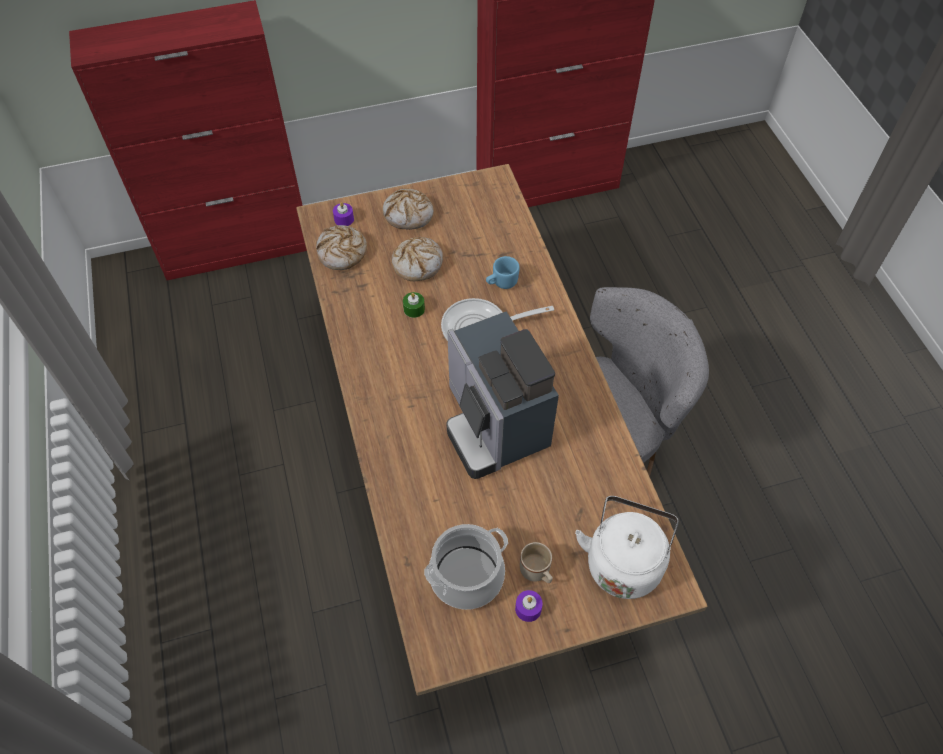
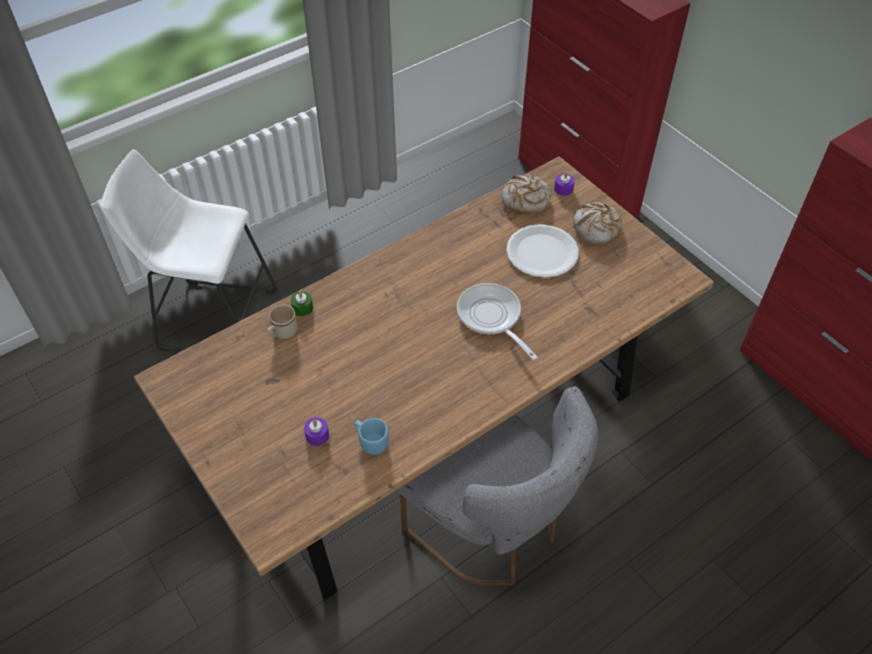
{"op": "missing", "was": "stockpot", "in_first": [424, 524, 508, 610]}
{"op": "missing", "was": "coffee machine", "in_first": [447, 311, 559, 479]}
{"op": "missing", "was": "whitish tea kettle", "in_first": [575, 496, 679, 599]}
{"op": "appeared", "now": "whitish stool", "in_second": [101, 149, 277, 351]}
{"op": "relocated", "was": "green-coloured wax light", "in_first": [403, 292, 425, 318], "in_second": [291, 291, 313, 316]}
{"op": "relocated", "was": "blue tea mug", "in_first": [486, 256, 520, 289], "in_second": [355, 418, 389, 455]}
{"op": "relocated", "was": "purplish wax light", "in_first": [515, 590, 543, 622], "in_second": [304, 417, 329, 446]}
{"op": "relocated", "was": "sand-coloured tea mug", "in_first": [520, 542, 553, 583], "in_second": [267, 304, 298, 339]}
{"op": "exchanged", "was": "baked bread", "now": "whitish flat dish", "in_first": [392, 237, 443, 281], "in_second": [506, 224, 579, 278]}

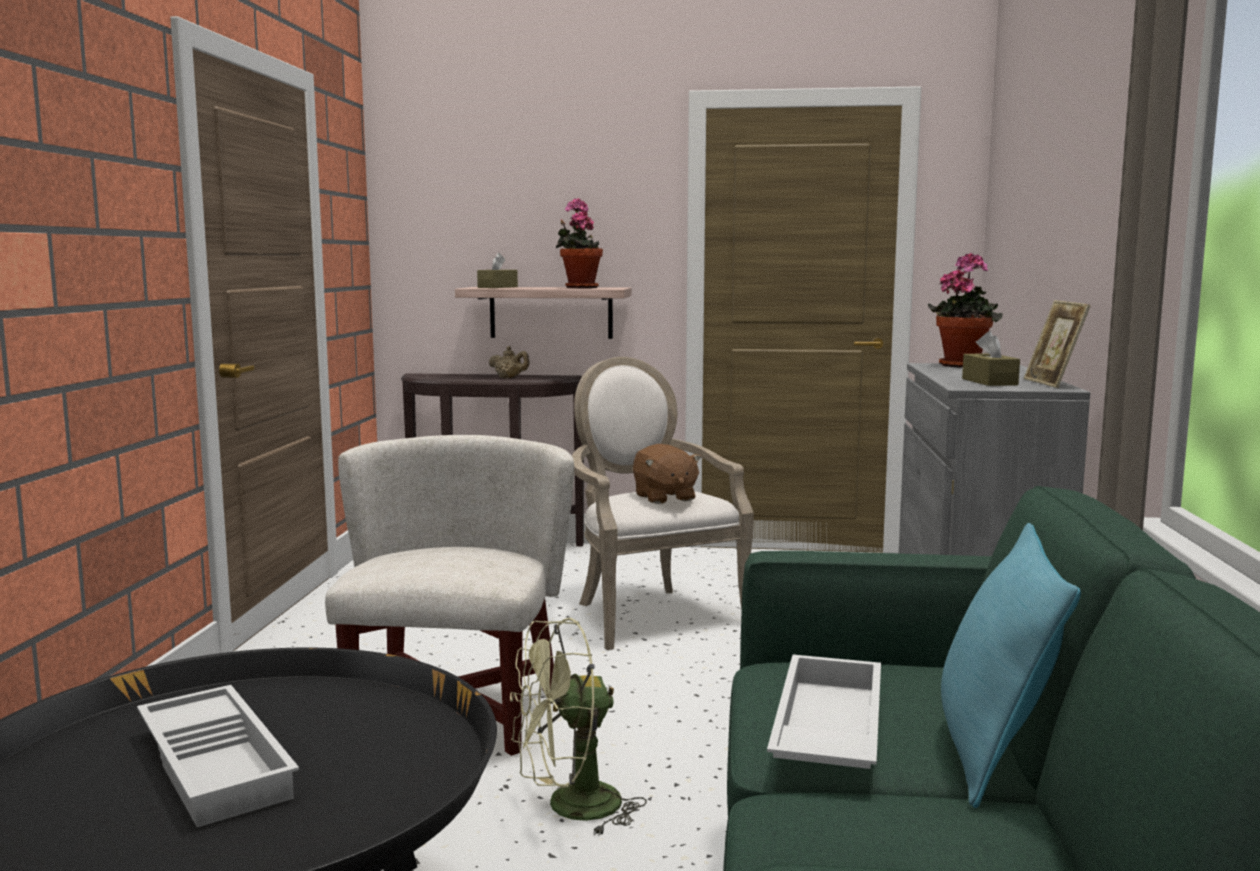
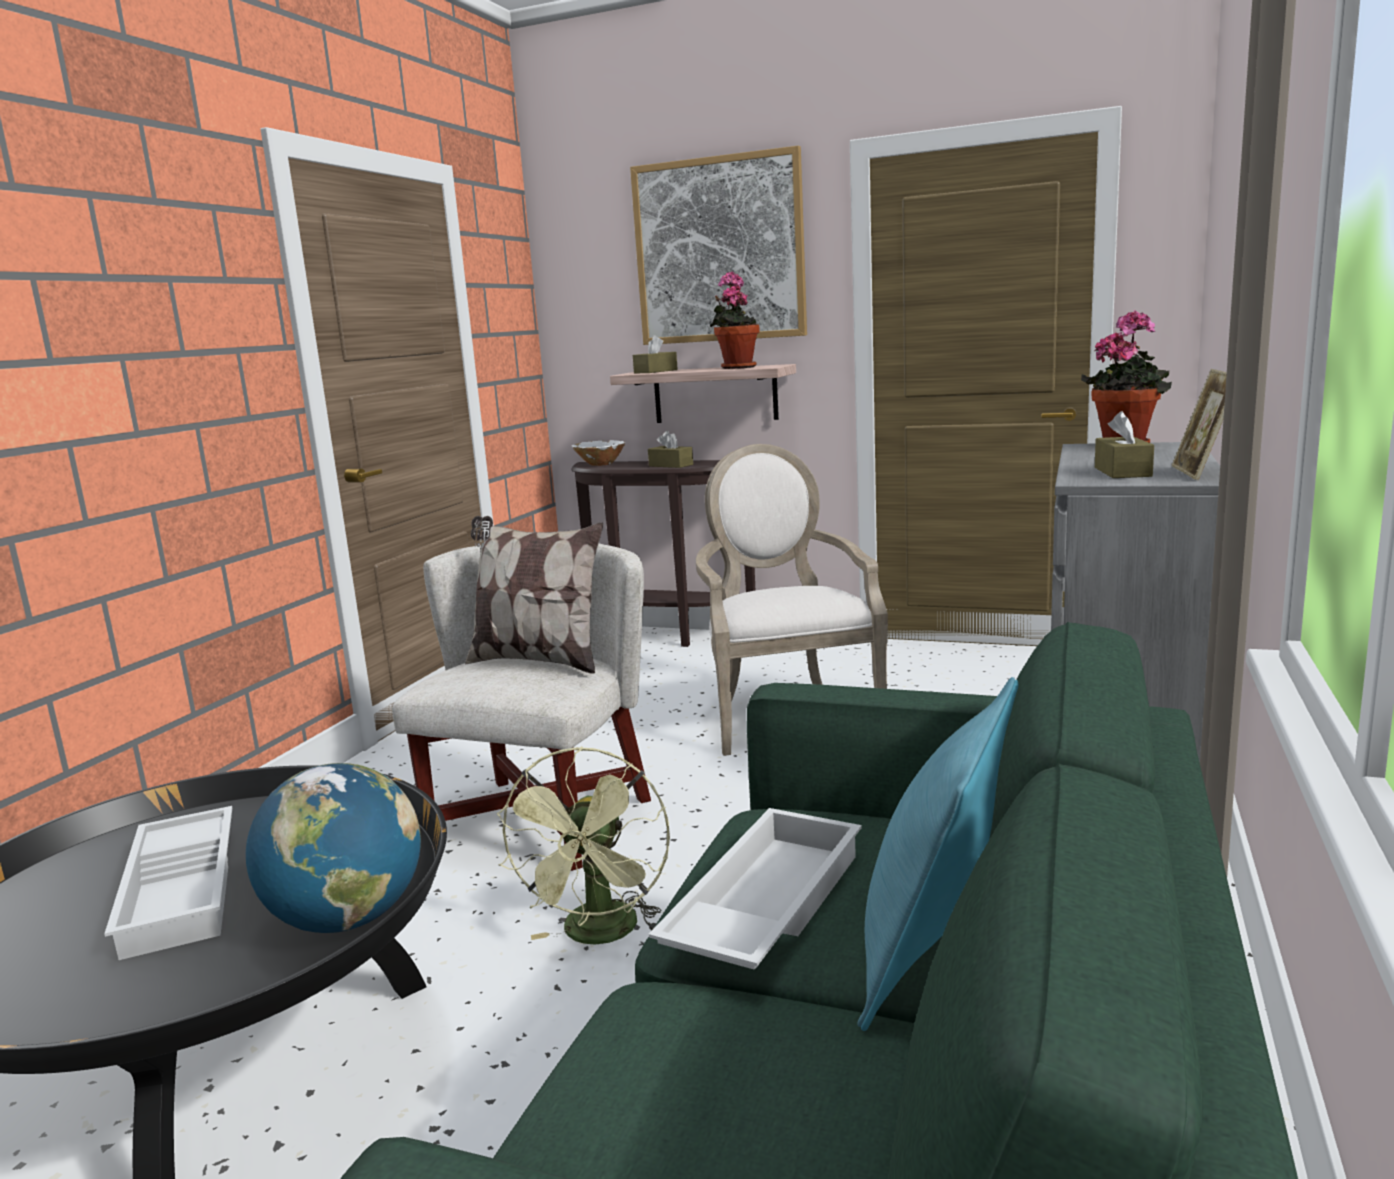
{"op": "missing", "was": "brown-coloured plush toy", "in_first": [633, 444, 702, 504]}
{"op": "appeared", "now": "globe", "in_second": [246, 763, 421, 933]}
{"op": "appeared", "now": "cushion", "in_second": [465, 516, 603, 674]}
{"op": "appeared", "now": "whitish bowl", "in_second": [572, 440, 625, 466]}
{"op": "appeared", "now": "wall picture", "in_second": [630, 146, 807, 345]}
{"op": "exchanged", "was": "sand-coloured teapot", "now": "brown-coloured box of tissues", "in_first": [489, 346, 530, 378], "in_second": [648, 431, 693, 468]}
{"op": "spun", "was": "green-coloured electric fan", "in_first": [510, 618, 647, 837], "in_second": [497, 746, 670, 945], "clockwise": -75}

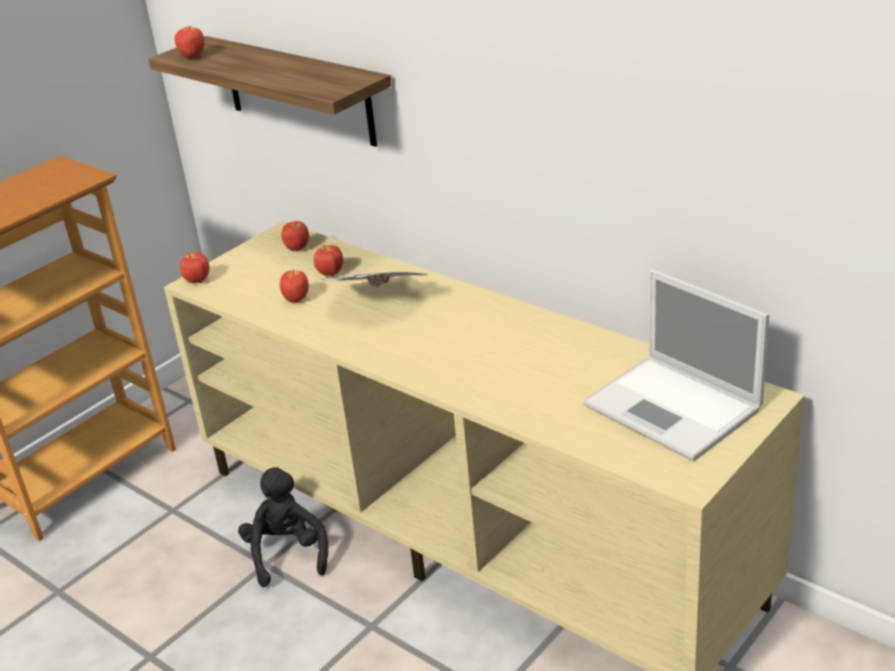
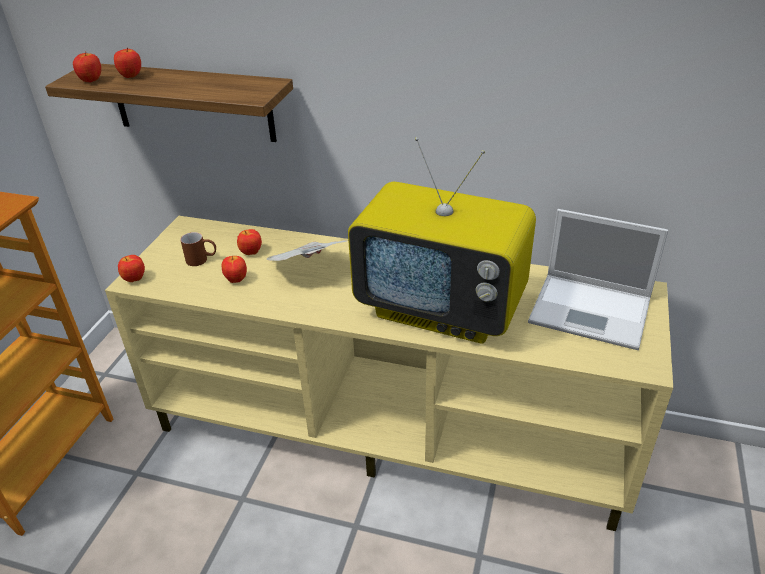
{"op": "missing", "was": "blackish plush toy", "in_first": [238, 467, 328, 587]}
{"op": "appeared", "now": "brown-coloured tea mug", "in_second": [180, 232, 216, 266]}
{"op": "appeared", "now": "TV", "in_second": [348, 137, 536, 344]}
{"op": "relocated", "was": "apple fruit", "in_first": [282, 221, 309, 251], "in_second": [114, 48, 141, 78]}

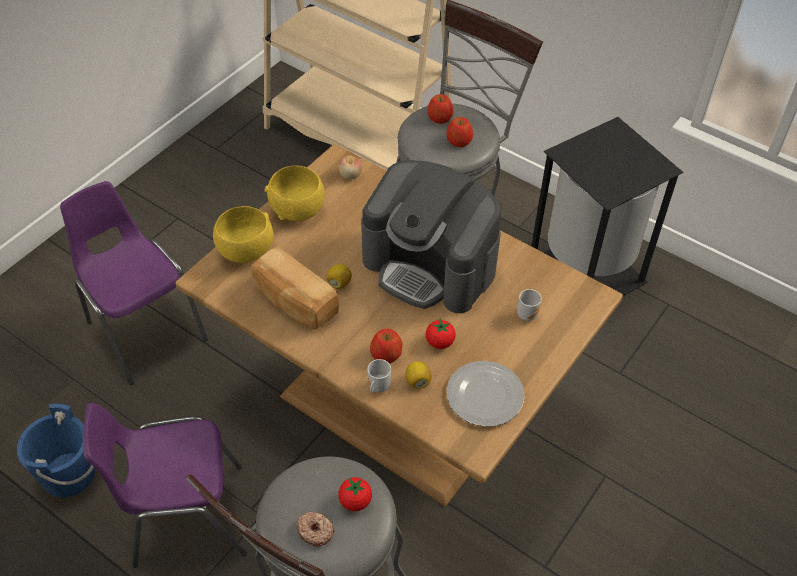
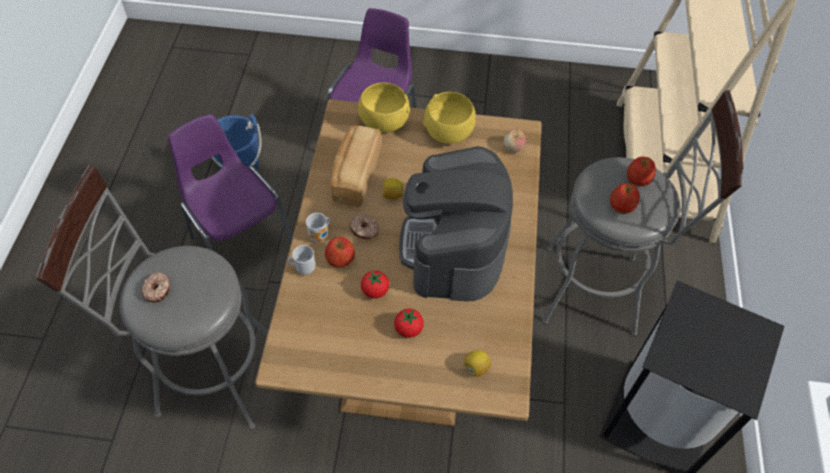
{"op": "missing", "was": "flat dish", "in_first": [446, 361, 525, 427]}
{"op": "appeared", "now": "ring doughnut", "in_second": [349, 214, 379, 239]}
{"op": "relocated", "was": "whole tomato", "in_first": [339, 477, 372, 511], "in_second": [394, 308, 424, 338]}
{"op": "relocated", "was": "whole lemon", "in_first": [405, 361, 432, 389], "in_second": [464, 350, 491, 377]}
{"op": "relocated", "was": "tea mug", "in_first": [517, 289, 542, 321], "in_second": [306, 213, 330, 242]}

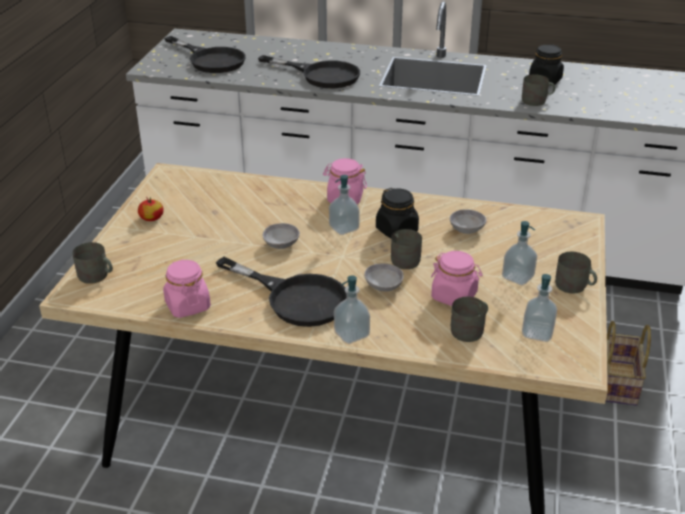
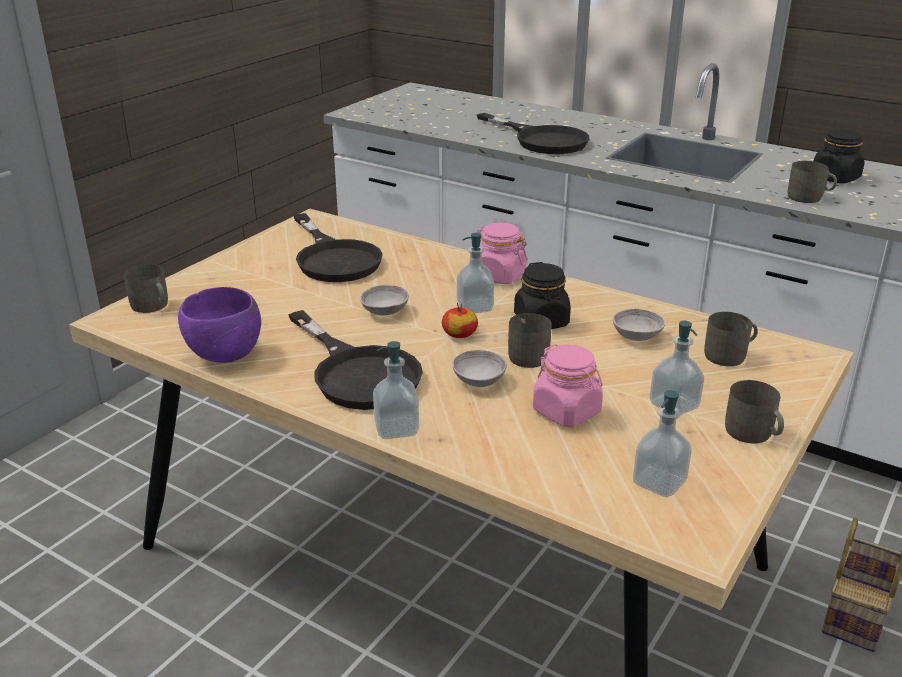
{"op": "relocated", "was": "apple fruit", "in_first": [138, 197, 164, 221], "in_second": [442, 303, 478, 338]}
{"op": "relocated", "was": "blackish frying pan", "in_first": [164, 36, 246, 73], "in_second": [293, 213, 383, 282]}
{"op": "relocated", "was": "grey tea mug", "in_first": [451, 297, 488, 342], "in_second": [704, 312, 758, 366]}
{"op": "exchanged", "was": "pink jar", "now": "purplish bowl", "in_first": [163, 259, 211, 318], "in_second": [178, 287, 261, 363]}

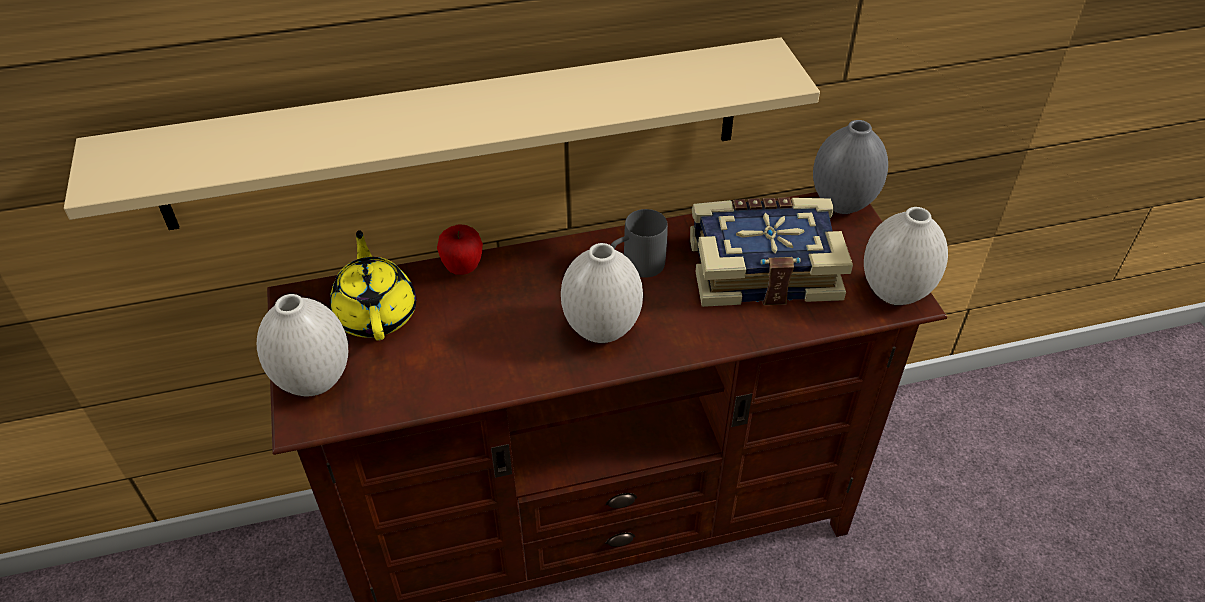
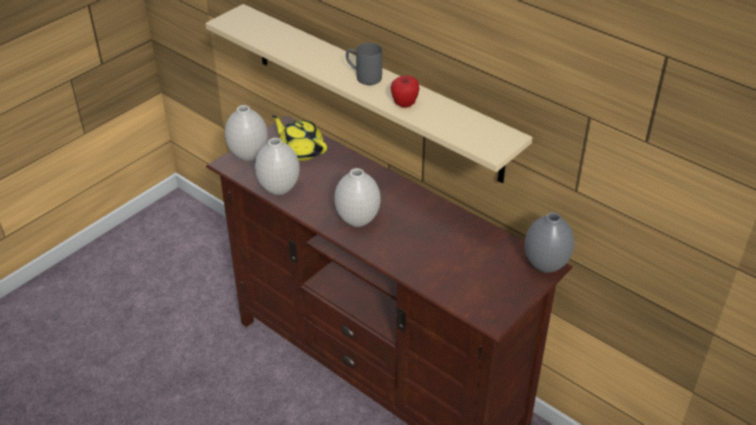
{"op": "missing", "was": "volume", "in_first": [690, 198, 853, 307]}
{"op": "relocated", "was": "apple fruit", "in_first": [437, 224, 483, 275], "in_second": [390, 75, 420, 108]}
{"op": "relocated", "was": "grey tea mug", "in_first": [611, 209, 668, 278], "in_second": [346, 43, 382, 85]}
{"op": "relocated", "was": "whitish decorative vase", "in_first": [864, 207, 948, 305], "in_second": [255, 138, 300, 195]}
{"op": "spun", "was": "yellow teapot", "in_first": [330, 230, 416, 341], "in_second": [272, 115, 327, 161], "clockwise": -90}

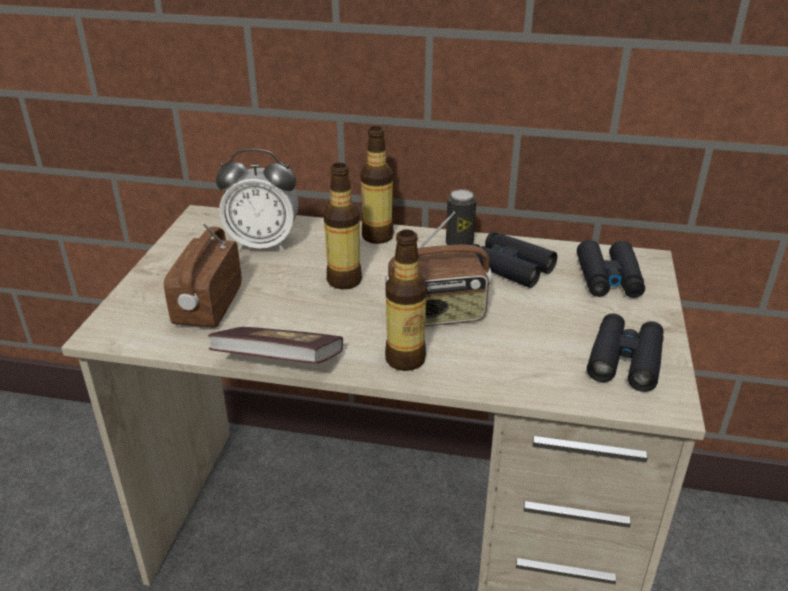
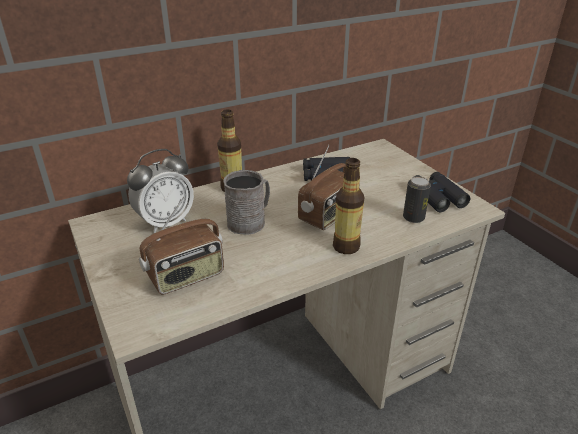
{"op": "missing", "was": "volume", "in_first": [208, 327, 343, 364]}
{"op": "missing", "was": "blackish binoculars", "in_first": [577, 240, 645, 298]}
{"op": "relocated", "was": "metal can", "in_first": [446, 189, 477, 245], "in_second": [403, 176, 431, 223]}
{"op": "exchanged", "was": "drink bottle", "now": "grey tea mug", "in_first": [324, 163, 362, 289], "in_second": [223, 170, 270, 235]}
{"op": "spun", "was": "radio set", "in_first": [164, 222, 242, 328], "in_second": [139, 196, 224, 295], "clockwise": -90}

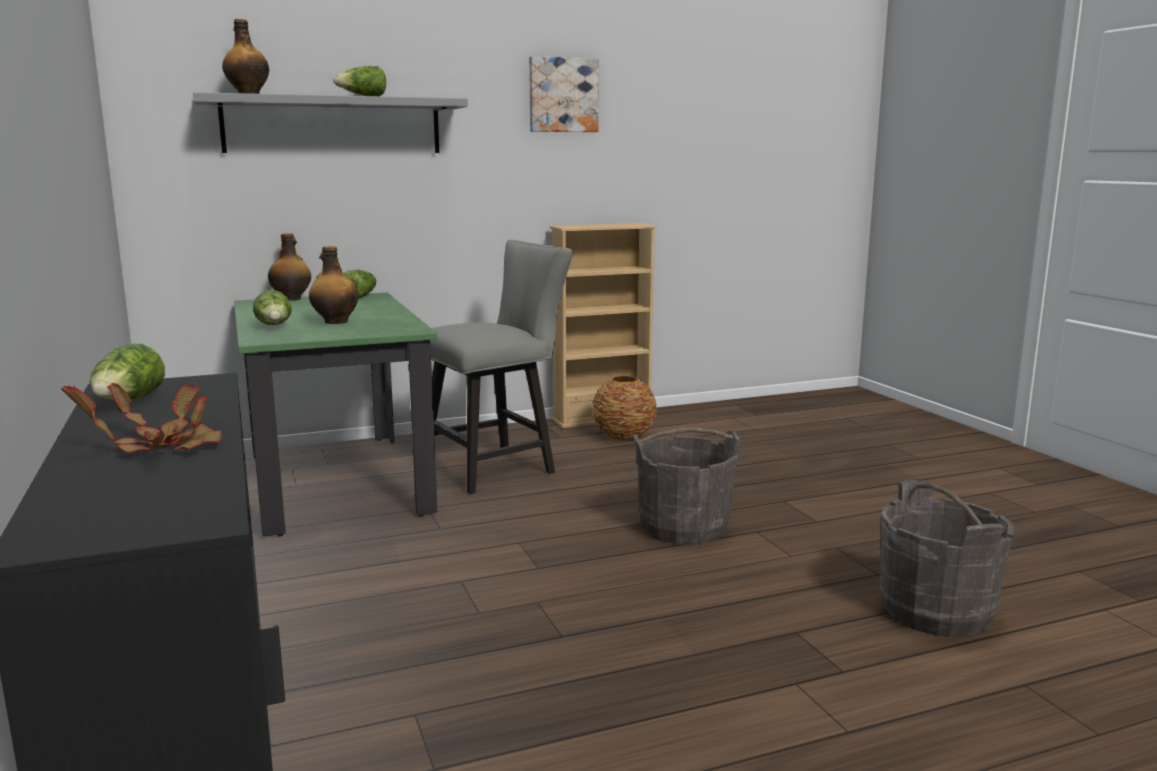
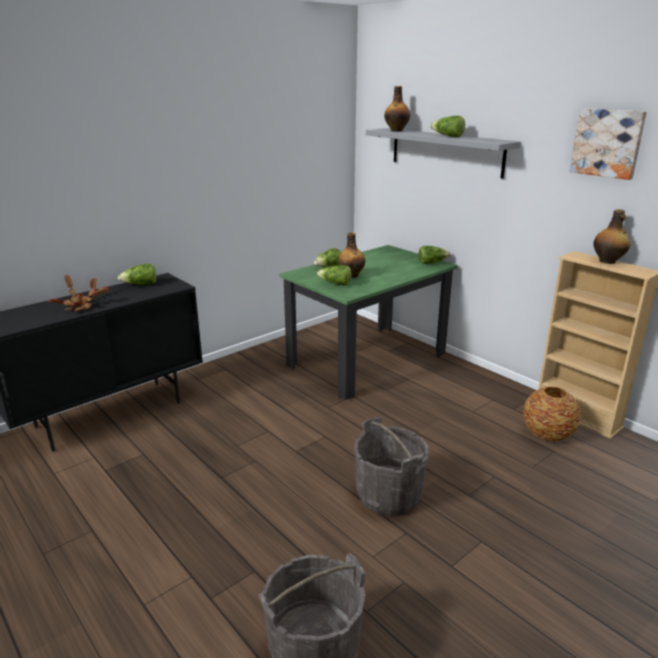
{"op": "missing", "was": "grey upright chair", "in_first": [430, 240, 573, 494]}
{"op": "appeared", "now": "lettuce", "in_second": [317, 265, 352, 286]}
{"op": "relocated", "was": "drink bottle", "in_first": [268, 233, 311, 301], "in_second": [593, 209, 630, 264]}

